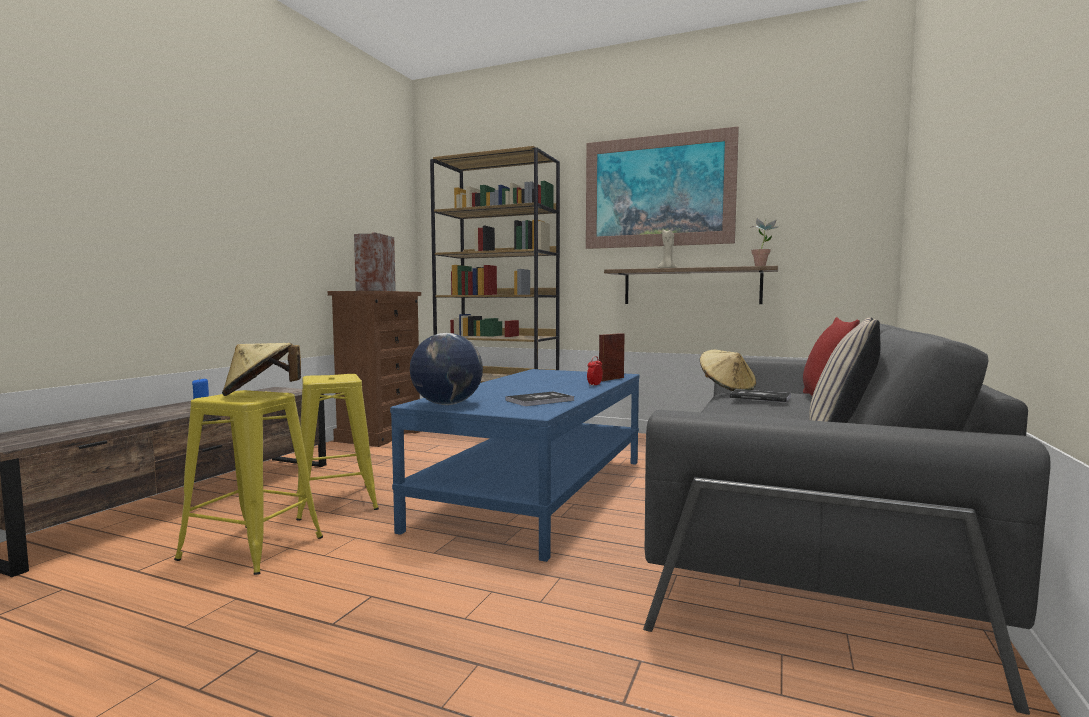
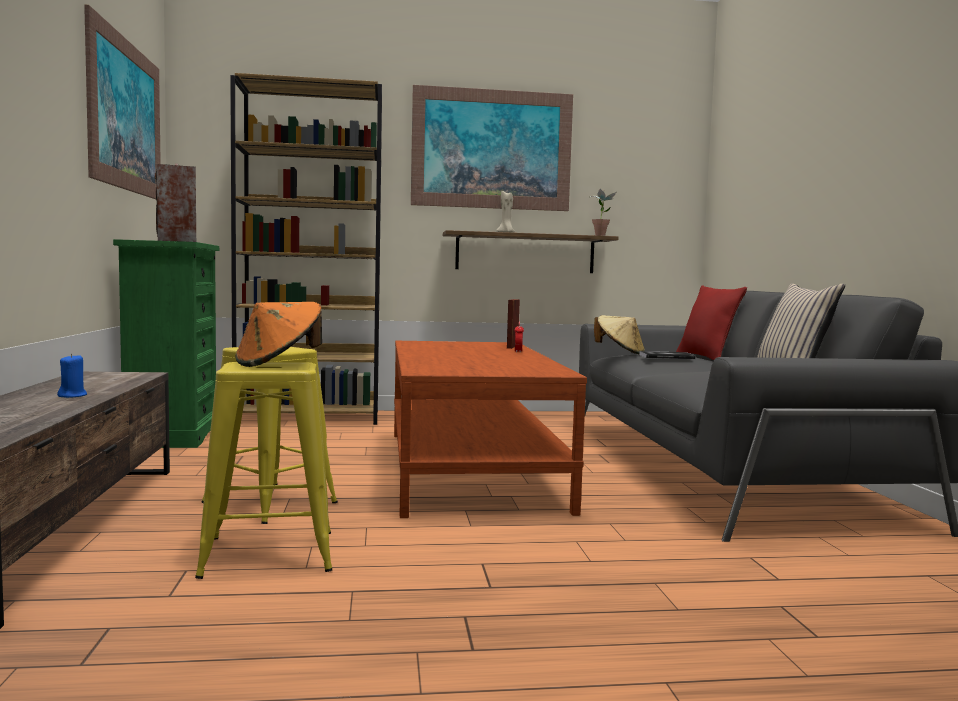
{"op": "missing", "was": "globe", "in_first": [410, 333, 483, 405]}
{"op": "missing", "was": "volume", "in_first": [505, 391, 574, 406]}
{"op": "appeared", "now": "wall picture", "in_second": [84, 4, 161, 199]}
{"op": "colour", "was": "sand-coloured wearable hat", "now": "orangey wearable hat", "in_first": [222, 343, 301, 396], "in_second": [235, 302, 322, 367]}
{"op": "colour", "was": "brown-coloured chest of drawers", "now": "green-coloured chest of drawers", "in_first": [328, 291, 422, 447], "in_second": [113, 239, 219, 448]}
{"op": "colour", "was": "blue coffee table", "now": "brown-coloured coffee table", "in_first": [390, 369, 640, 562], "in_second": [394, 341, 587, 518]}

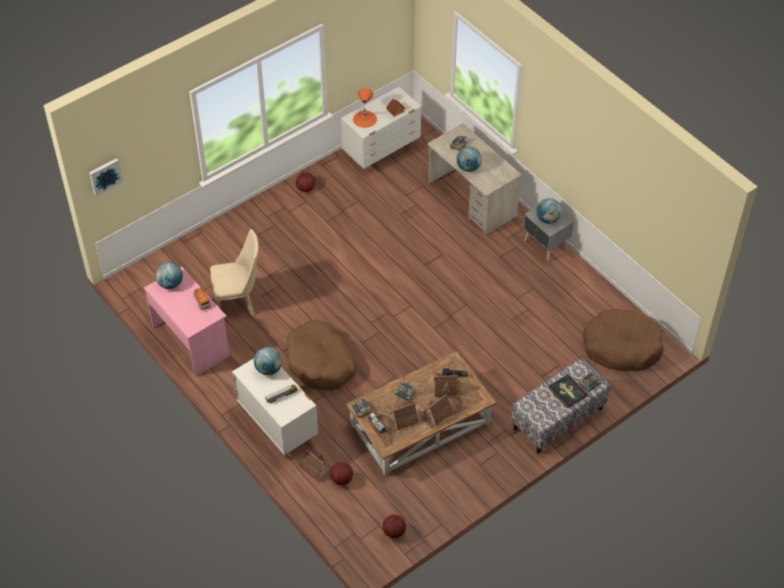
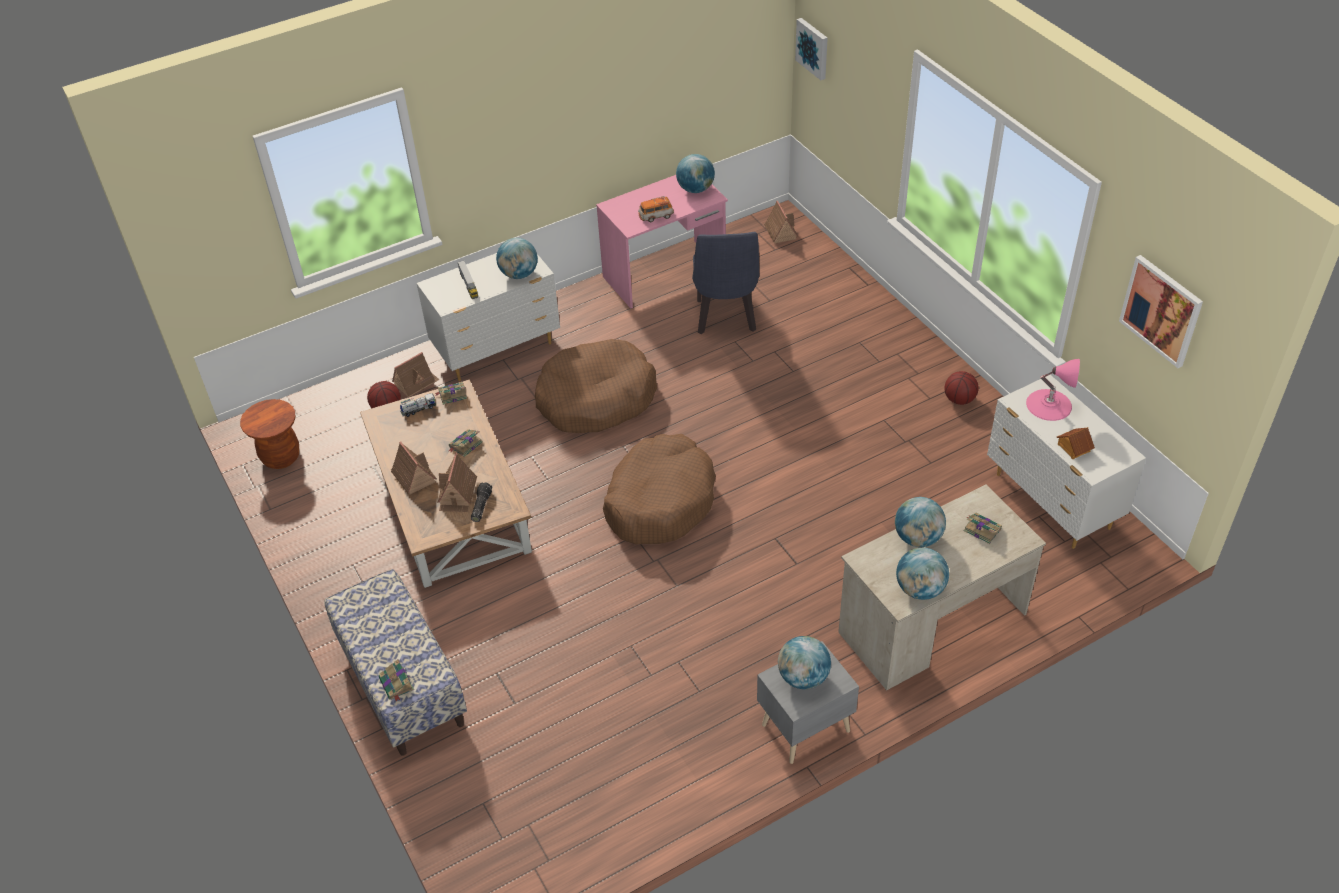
{"op": "missing", "was": "volume", "in_first": [549, 374, 587, 409]}
{"op": "appeared", "now": "globe", "in_second": [896, 547, 949, 600]}
{"op": "appeared", "now": "wall picture", "in_second": [1119, 255, 1203, 368]}
{"op": "relocated", "was": "toy house", "in_first": [386, 403, 419, 432], "in_second": [764, 201, 798, 243]}
{"op": "relocated", "was": "brown-coloured dog bed", "in_first": [583, 309, 664, 371], "in_second": [603, 434, 716, 544]}
{"op": "exchanged", "was": "basketball", "now": "brown-coloured stool", "in_first": [383, 515, 406, 538], "in_second": [240, 399, 299, 469]}
{"op": "colour", "was": "sand-coloured upright chair", "now": "blue upright chair", "in_first": [210, 229, 259, 316], "in_second": [692, 232, 760, 334]}
{"op": "colour", "was": "orangey table lamp", "now": "pink table lamp", "in_first": [353, 88, 377, 128], "in_second": [1026, 359, 1080, 421]}

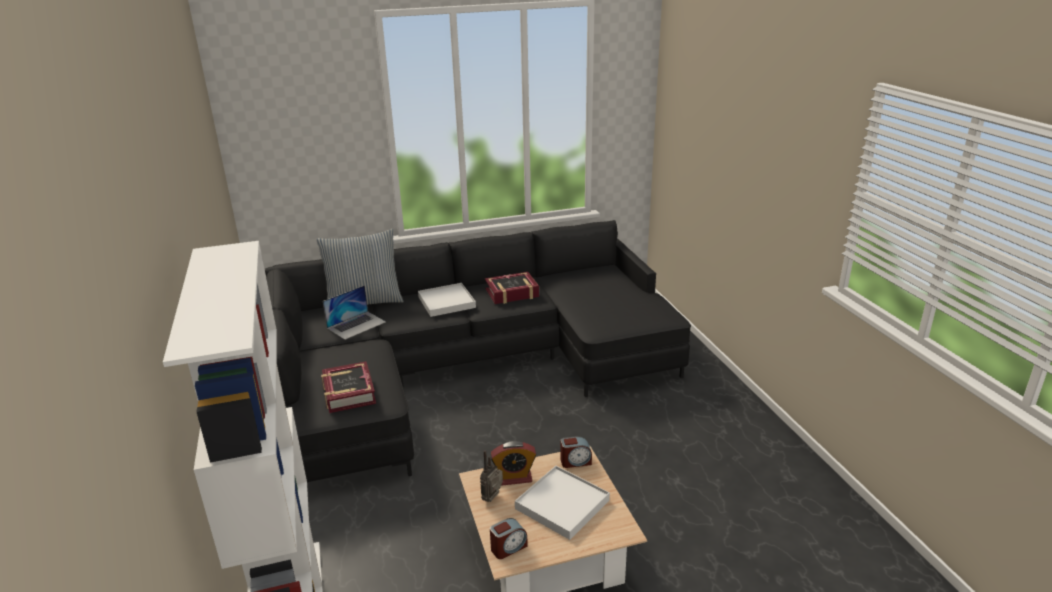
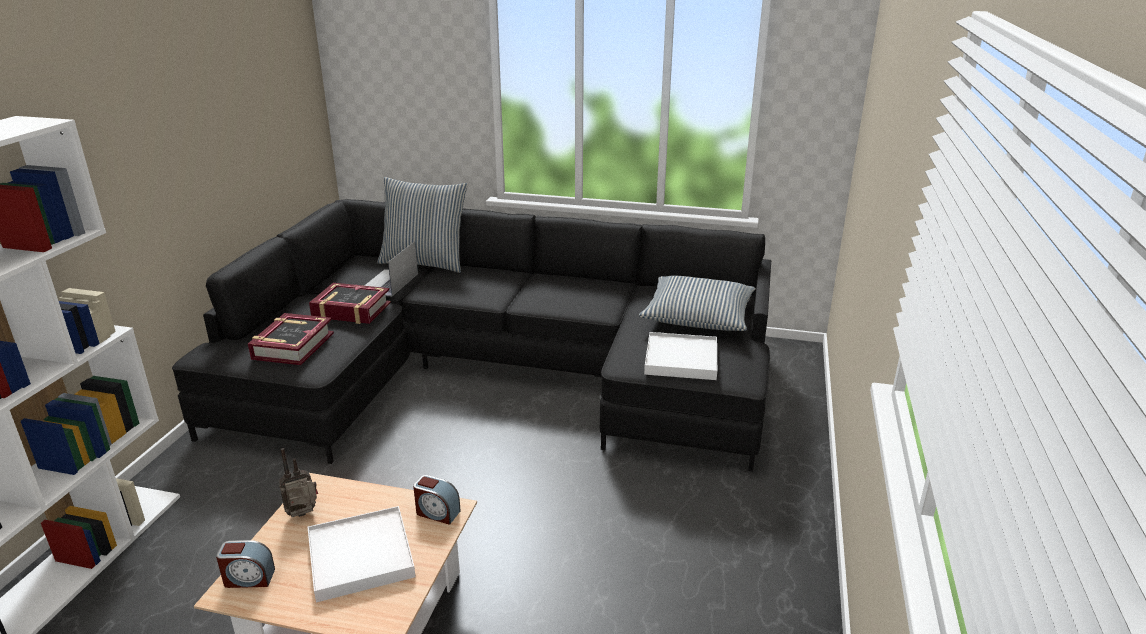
{"op": "missing", "was": "table clock", "in_first": [491, 441, 536, 486]}
{"op": "appeared", "now": "cushion", "in_second": [639, 275, 756, 331]}
{"op": "relocated", "was": "whitish tray", "in_first": [418, 283, 476, 317], "in_second": [644, 332, 717, 380]}
{"op": "relocated", "was": "volume", "in_first": [485, 272, 539, 304], "in_second": [309, 283, 391, 324]}
{"op": "spun", "was": "notebook computer", "in_first": [323, 285, 386, 340], "in_second": [364, 241, 418, 296], "clockwise": 120}

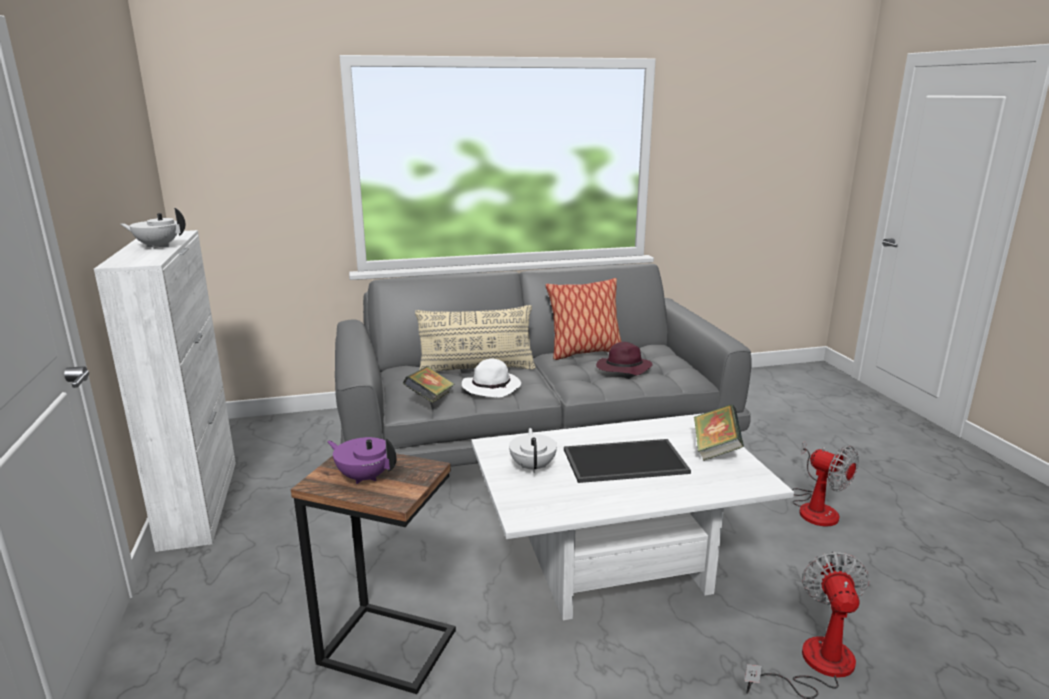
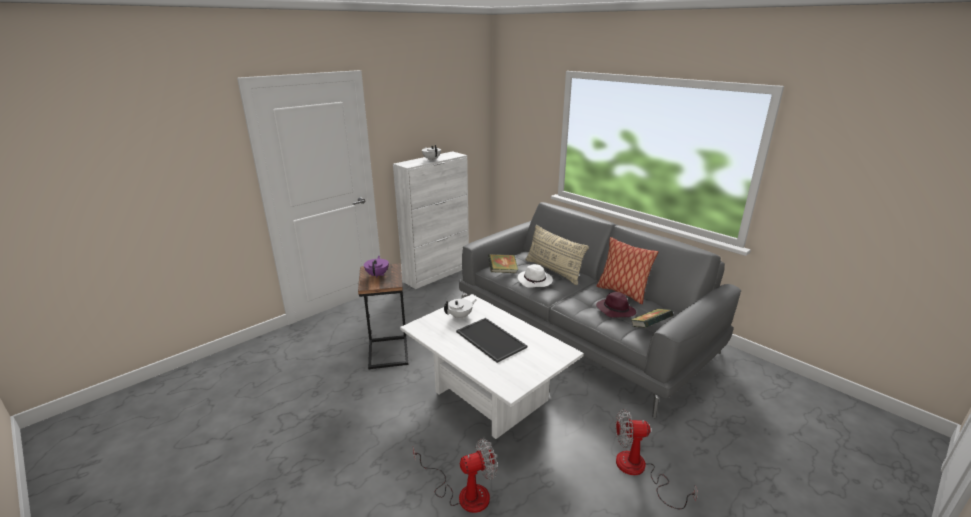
{"op": "relocated", "was": "volume", "in_first": [694, 404, 744, 461], "in_second": [631, 309, 674, 328]}
{"op": "spun", "was": "electric fan", "in_first": [792, 440, 859, 527], "in_second": [616, 409, 698, 509], "clockwise": 75}

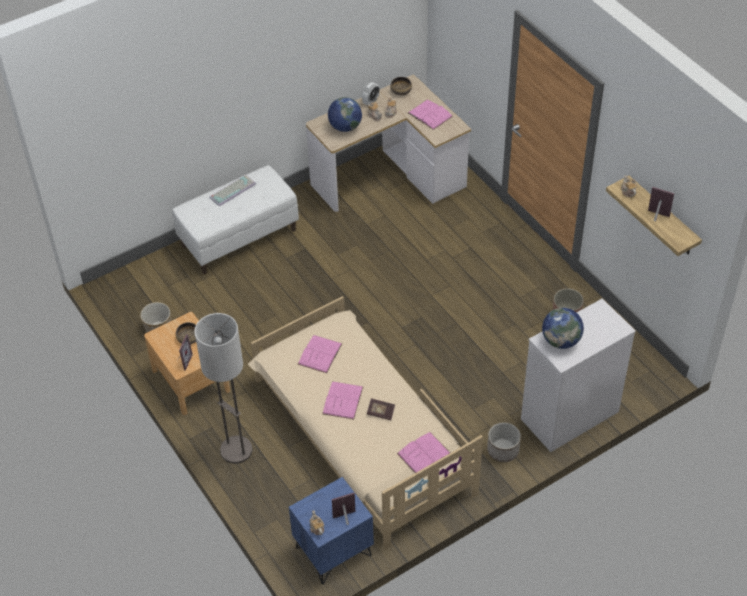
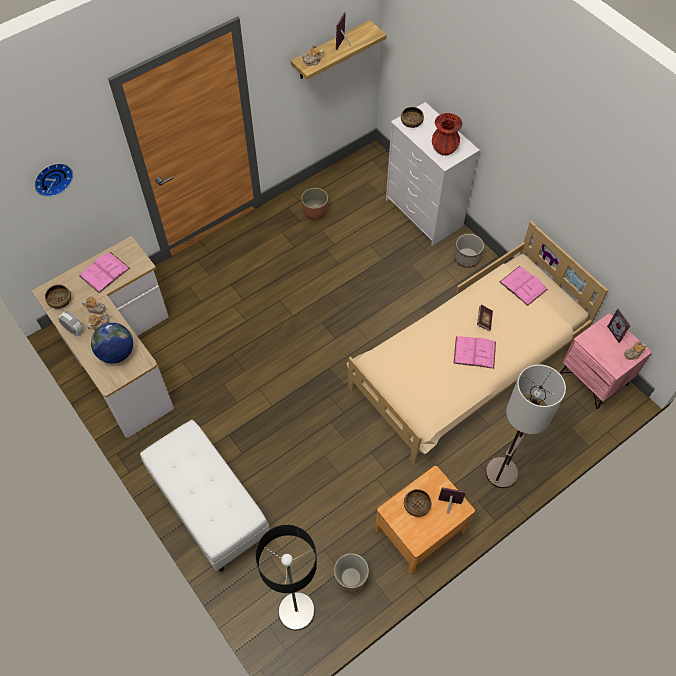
{"op": "missing", "was": "PC keyboard", "in_first": [209, 175, 256, 206]}
{"op": "missing", "was": "pink volume", "in_first": [298, 335, 342, 373]}
{"op": "appeared", "now": "wall clock", "in_second": [34, 163, 73, 197]}
{"op": "appeared", "now": "floor lamp", "in_second": [256, 525, 317, 631]}
{"op": "appeared", "now": "bowl", "in_second": [401, 107, 424, 128]}
{"op": "exchanged", "was": "globe", "now": "red decorative vase", "in_first": [542, 308, 584, 349], "in_second": [432, 113, 463, 155]}
{"op": "colour", "was": "blue night table", "now": "pink night table", "in_first": [289, 477, 374, 584], "in_second": [560, 313, 652, 409]}

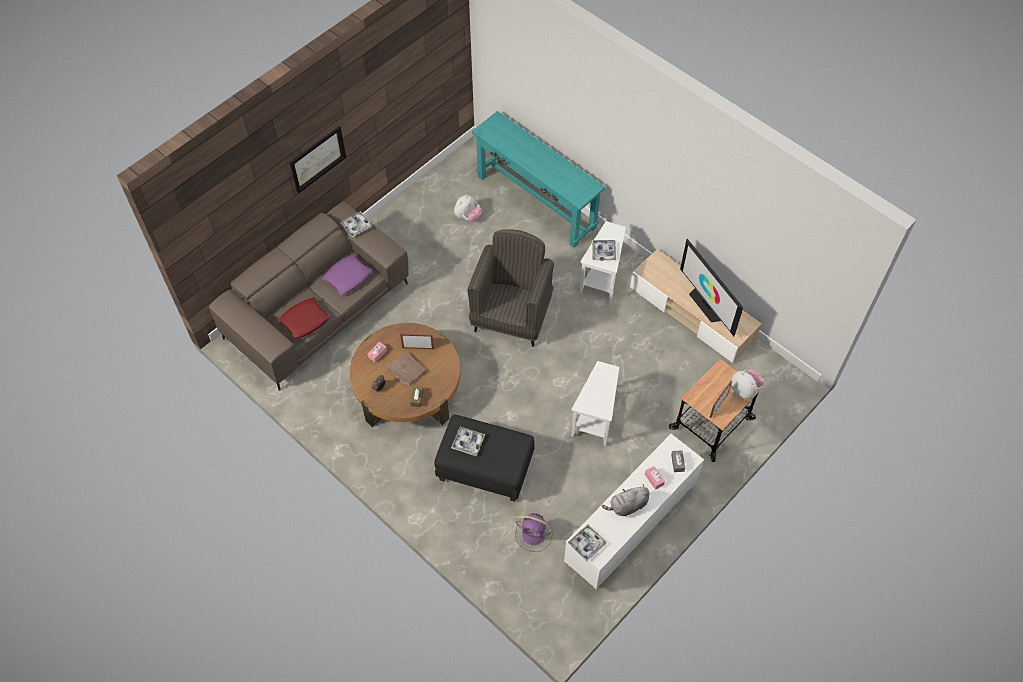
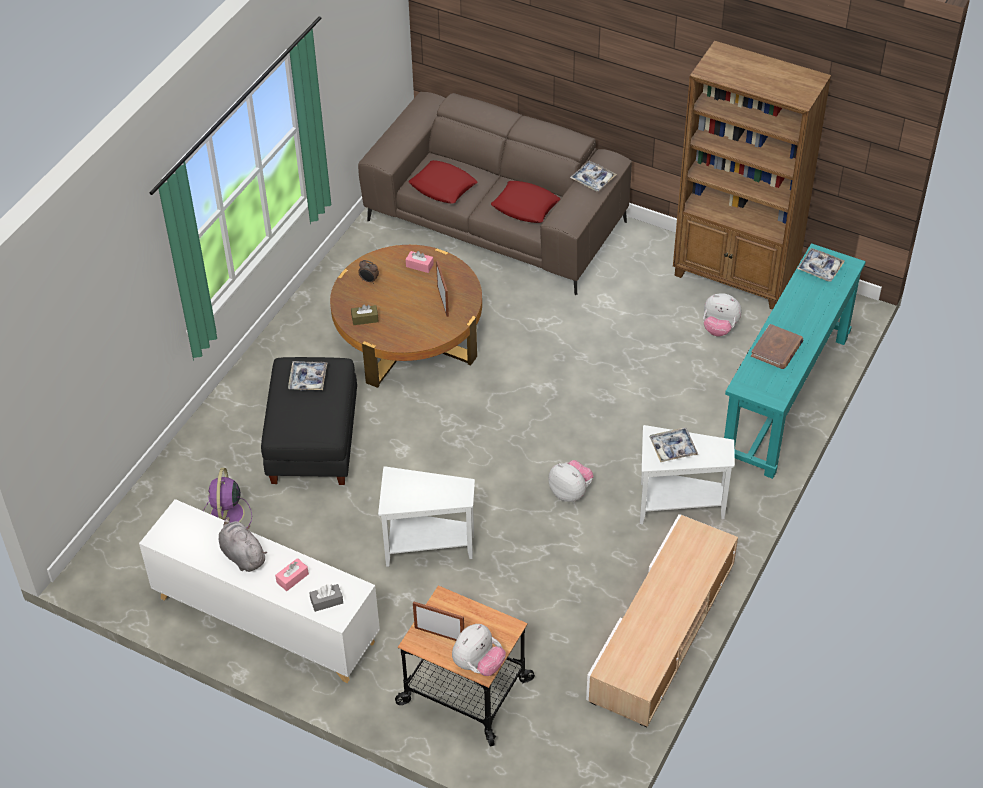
{"op": "missing", "was": "wall picture", "in_first": [290, 126, 346, 194]}
{"op": "missing", "was": "grey easy chair", "in_first": [467, 229, 554, 347]}
{"op": "missing", "was": "TV", "in_first": [680, 239, 743, 336]}
{"op": "appeared", "now": "plush toy", "in_second": [548, 460, 594, 502]}
{"op": "appeared", "now": "brown-coloured bookshelf", "in_second": [673, 41, 831, 310]}
{"op": "relocated", "was": "brown-coloured volume", "in_first": [388, 352, 426, 387], "in_second": [751, 324, 803, 369]}
{"op": "relocated", "was": "tray", "in_first": [568, 524, 607, 561], "in_second": [797, 248, 845, 282]}
{"op": "colour", "was": "purplish cushion", "now": "red cushion", "in_first": [322, 254, 372, 295], "in_second": [491, 181, 560, 223]}

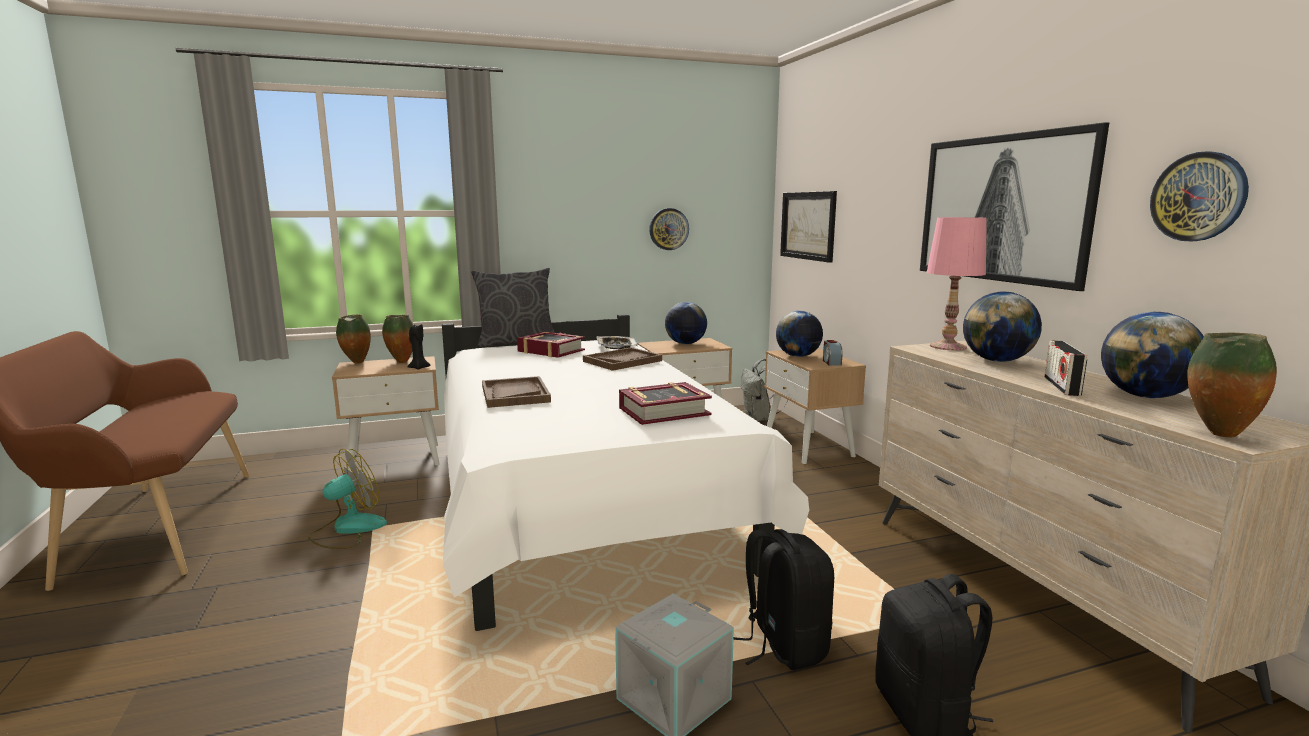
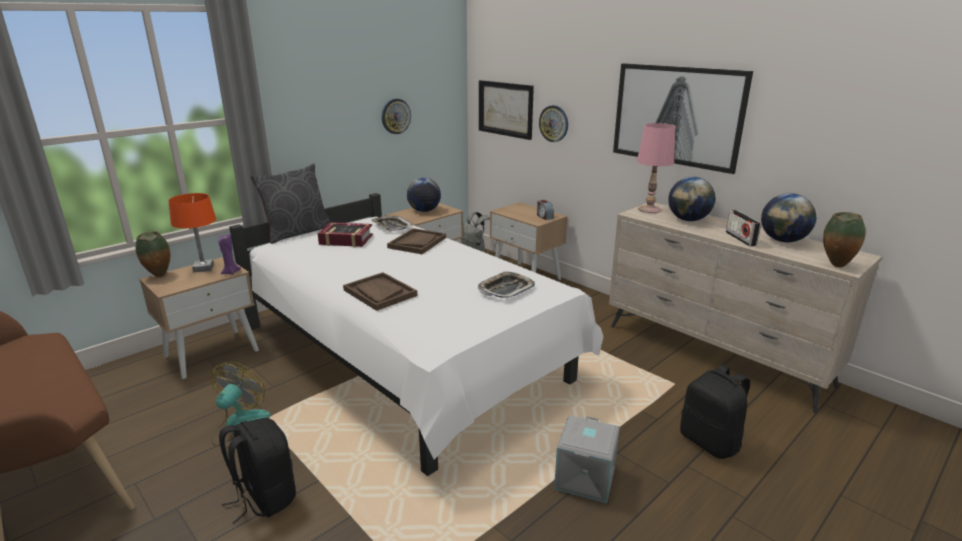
{"op": "missing", "was": "globe", "in_first": [776, 311, 823, 357]}
{"op": "relocated", "was": "blackish rucksack", "in_first": [733, 529, 834, 670], "in_second": [219, 418, 296, 524]}
{"op": "relocated", "was": "wall clock", "in_first": [1150, 151, 1249, 241], "in_second": [539, 105, 568, 142]}
{"op": "exchanged", "was": "decorative vase", "now": "orangey table lamp", "in_first": [382, 315, 413, 363], "in_second": [169, 193, 216, 272]}
{"op": "exchanged", "was": "volume", "now": "tray", "in_first": [619, 382, 712, 425], "in_second": [478, 271, 535, 299]}
{"op": "colour", "was": "blackish wax light", "now": "purplish wax light", "in_first": [407, 324, 430, 370], "in_second": [219, 234, 241, 275]}

